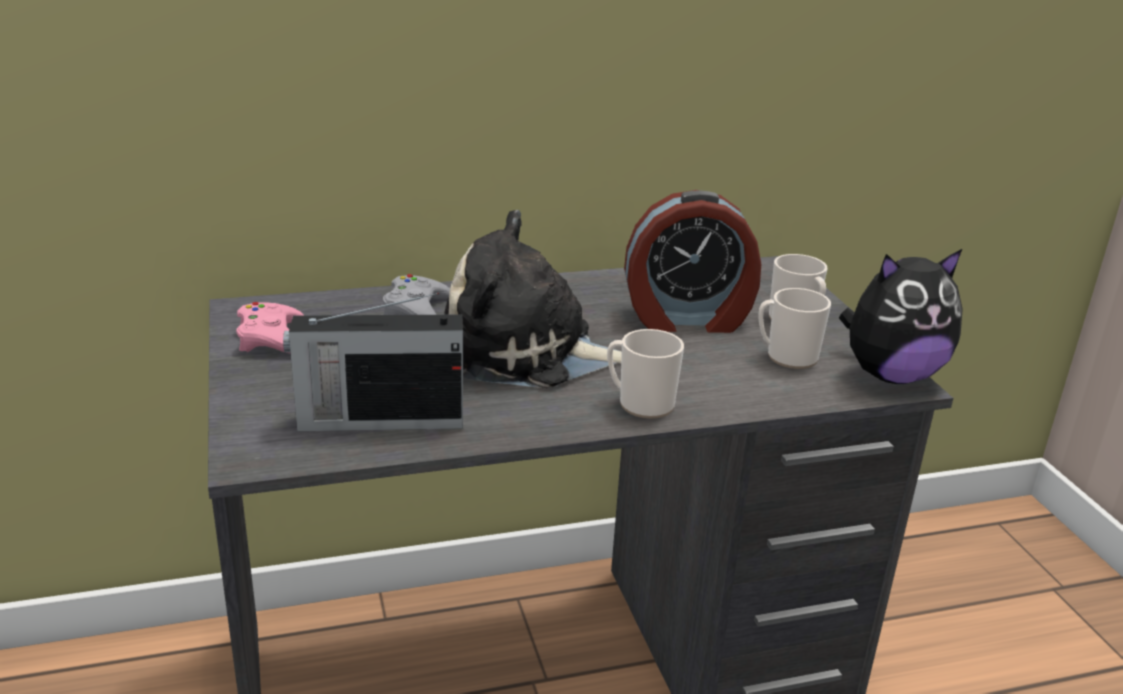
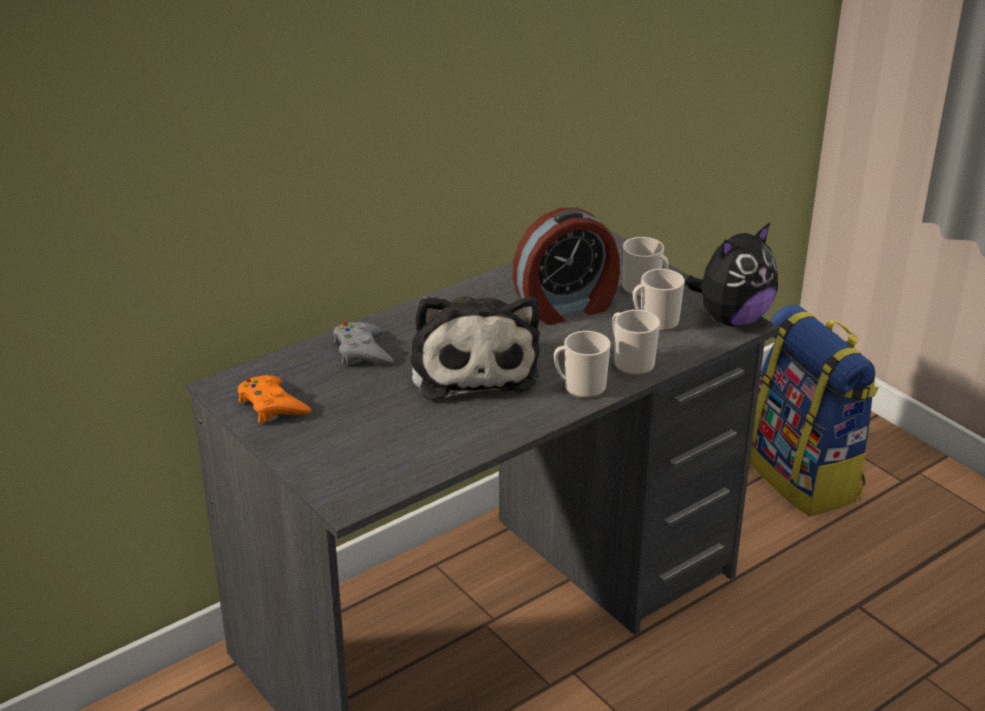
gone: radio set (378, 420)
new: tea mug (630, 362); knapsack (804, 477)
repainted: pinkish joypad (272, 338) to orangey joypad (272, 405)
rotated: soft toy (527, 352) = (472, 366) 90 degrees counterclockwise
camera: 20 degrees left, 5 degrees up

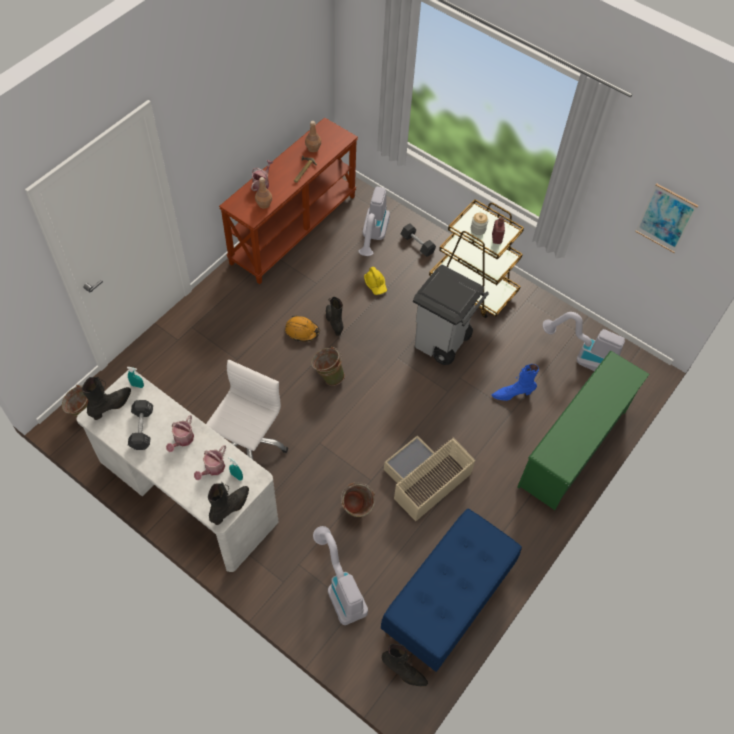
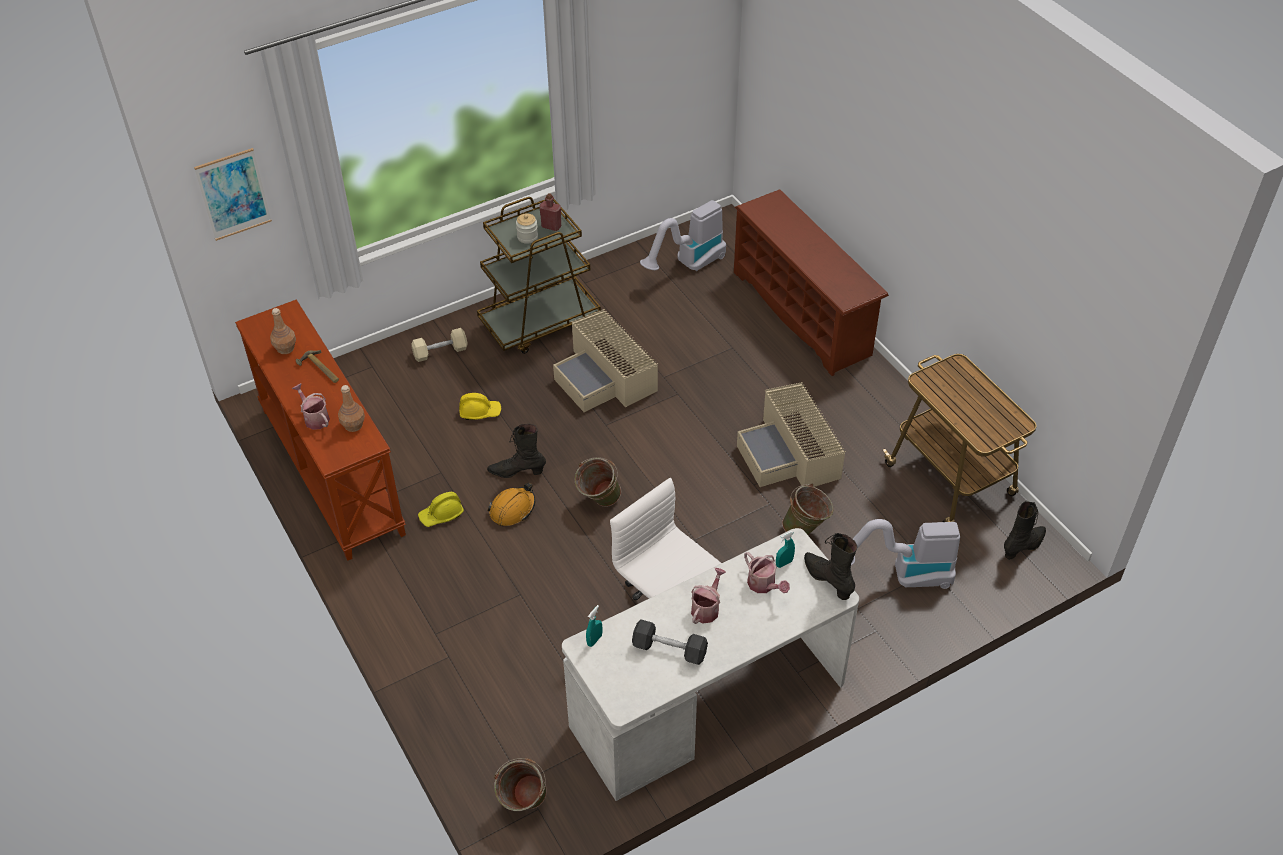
gone: black tall boot (112, 406); vacuum (373, 238); blue tall boot (512, 394)
new: yellowish work helmet (441, 515)
shifted: wall picture (665, 218) to (233, 194)
swapped: greyish waste bin (442, 343) to beige storage bin (606, 377); blue indoor bench (447, 602) to trolley (951, 482)
repainted: black dumbbell (417, 244) to beige dumbbell (440, 352); green shoe rack (574, 449) to brownish shoe rack (803, 313)
rotated: sprinkling can (182, 440) = (707, 608) 105 degrees counterclockwise
camera: 65 degrees left, 10 degrees down

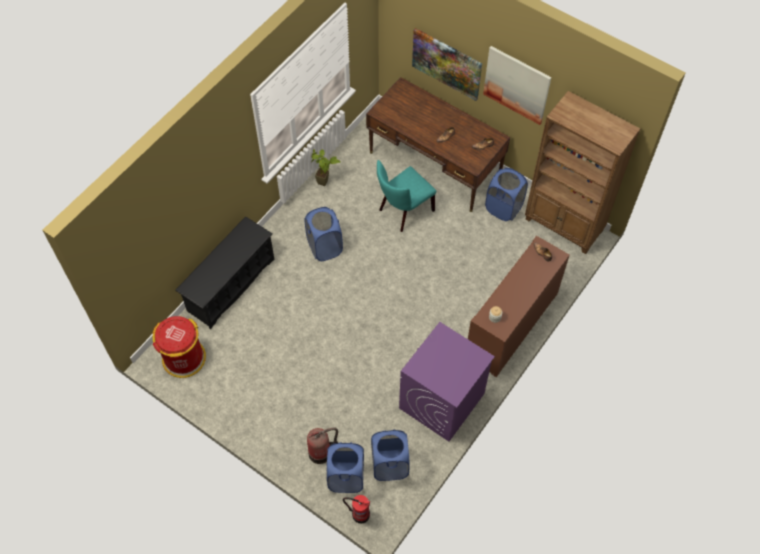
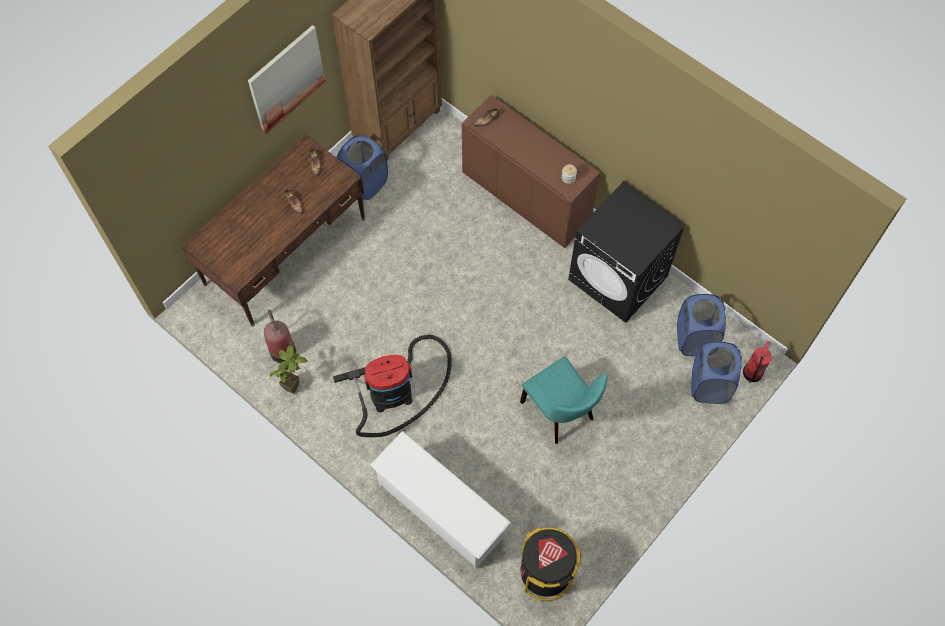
gone: wall picture (446, 63)
shifted: extinguisher (321, 452) to (282, 349); turquoise plain chair (403, 211) to (560, 413)
swapped: blue laundry basket (324, 247) to vacuum (395, 391)
repainted: black shoe rack (230, 285) to white shoe rack (441, 511); red waste bin (184, 358) to black waste bin (546, 572); purplish washing machine (441, 401) to black washing machine (618, 278)
camera: 85 degrees left, 5 degrees up

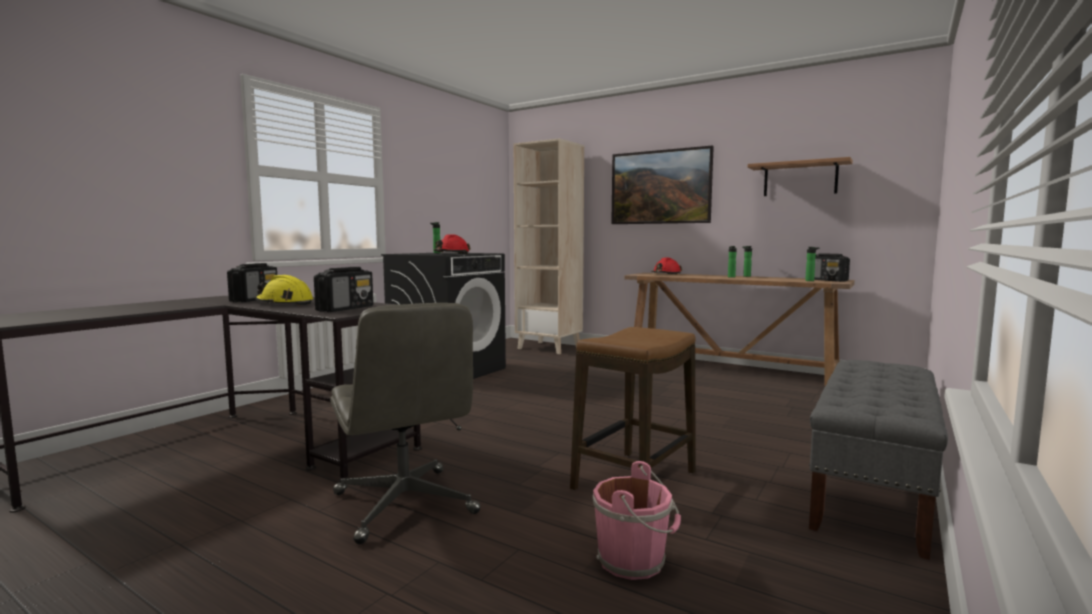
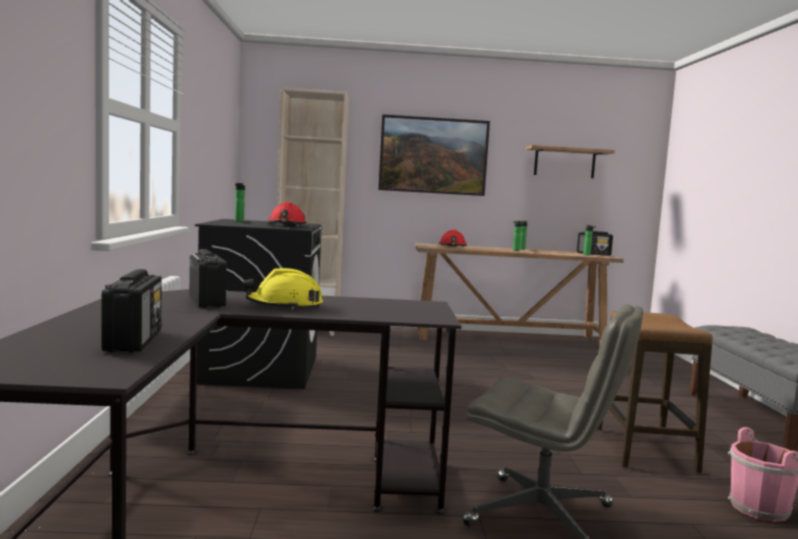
shifted: radio set (346, 308) to (134, 341)
camera: 35 degrees left, 0 degrees up

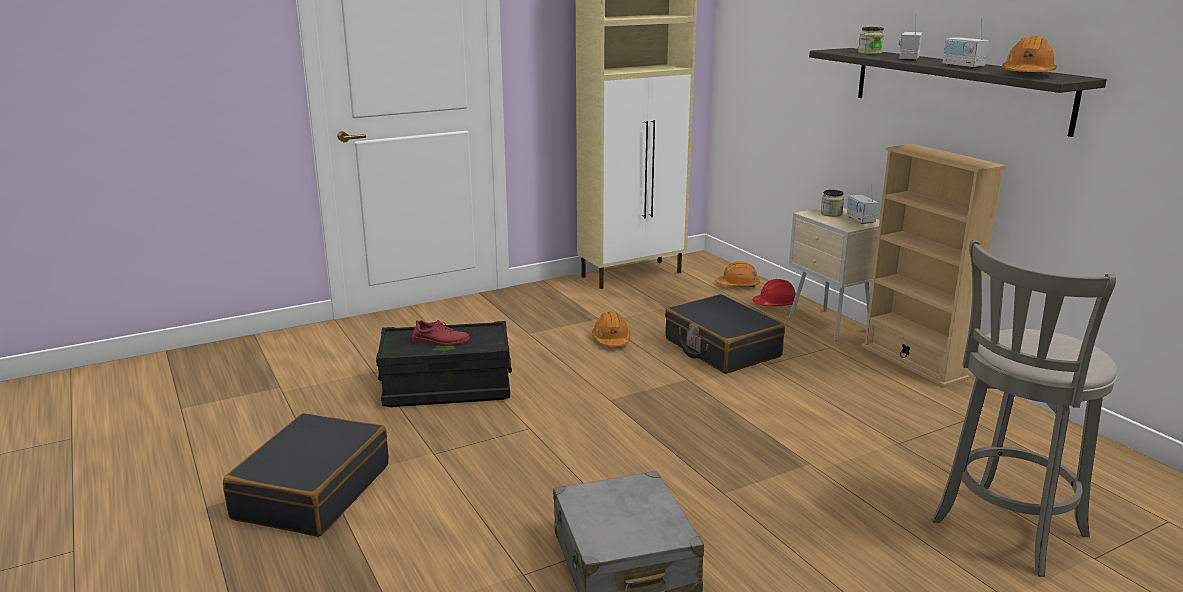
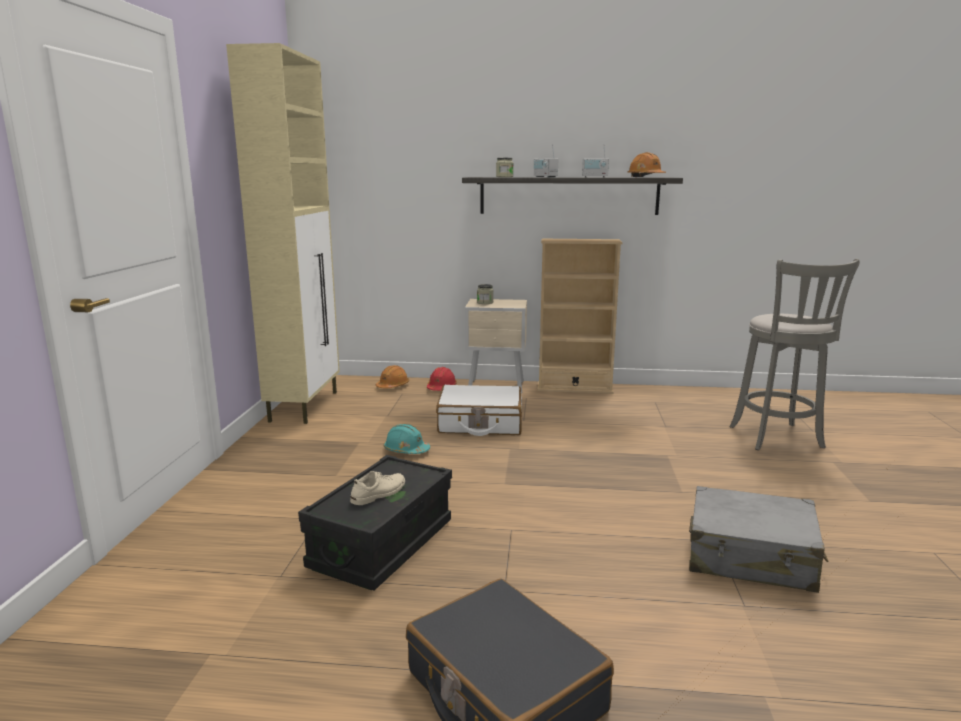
gone: radio set (860, 220)
repainted: red low shoe (440, 341) to beige low shoe (379, 493); orangey work helmet (611, 340) to turquoise work helmet (406, 450); black piece of luggage (721, 348) to white piece of luggage (480, 423)
camera: 55 degrees left, 5 degrees down

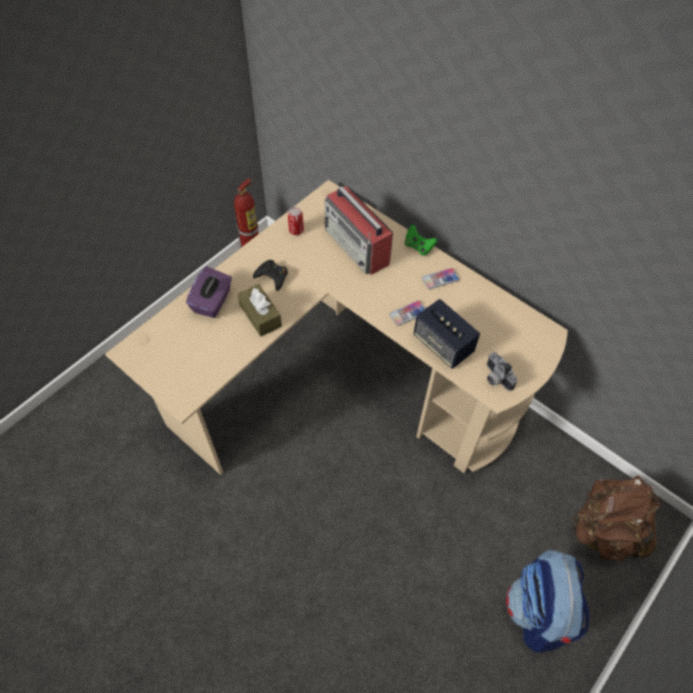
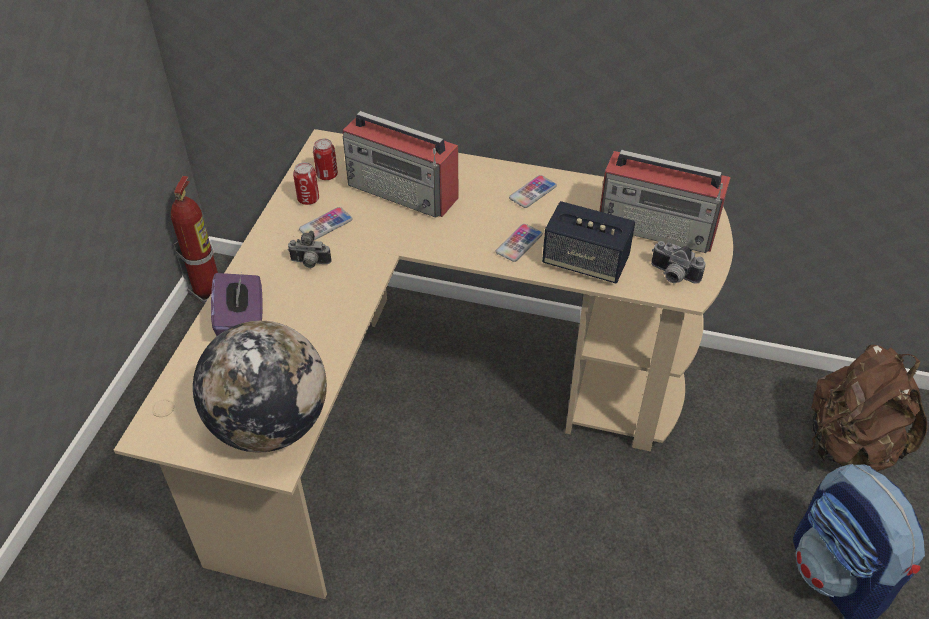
gone: brownish tissue holder (260, 316); green joypad (418, 247)
new: desk globe (270, 424); handset (326, 225); sealed can (327, 175); radio set (658, 228)
swapped: black joypad (272, 277) to still camera (310, 263)
camera: 25 degrees left, 10 degrees down

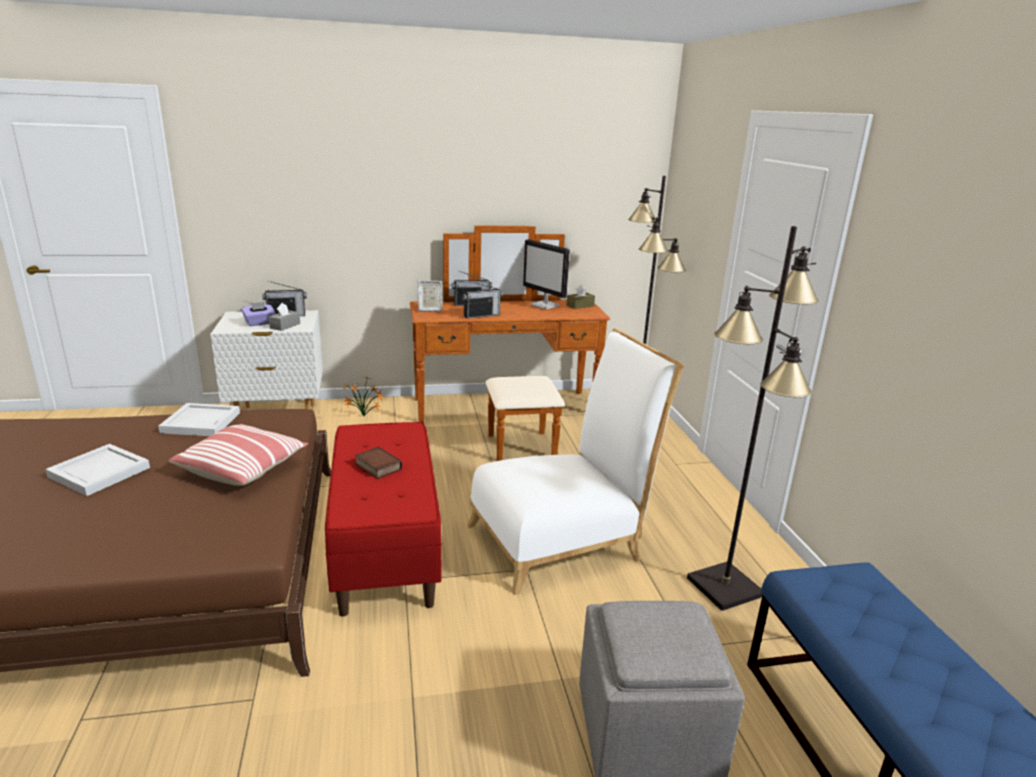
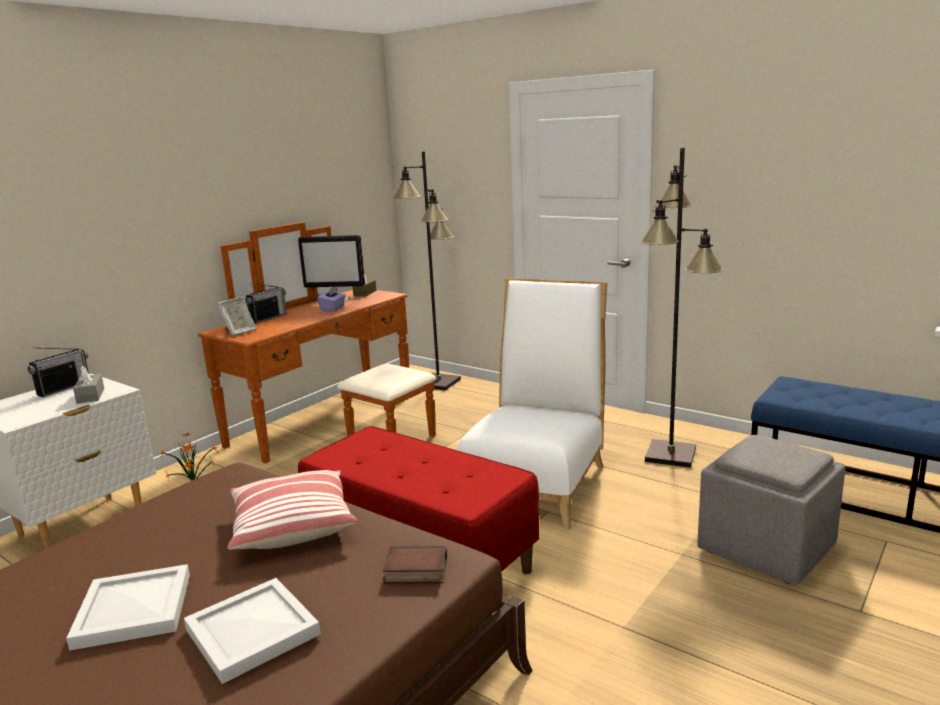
gone: radio set (481, 315)
shifted: white tray (199, 423) to (251, 633); purplish tissue holder (260, 323) to (333, 309); bound book (376, 467) to (415, 572)
camera: 40 degrees left, 5 degrees down

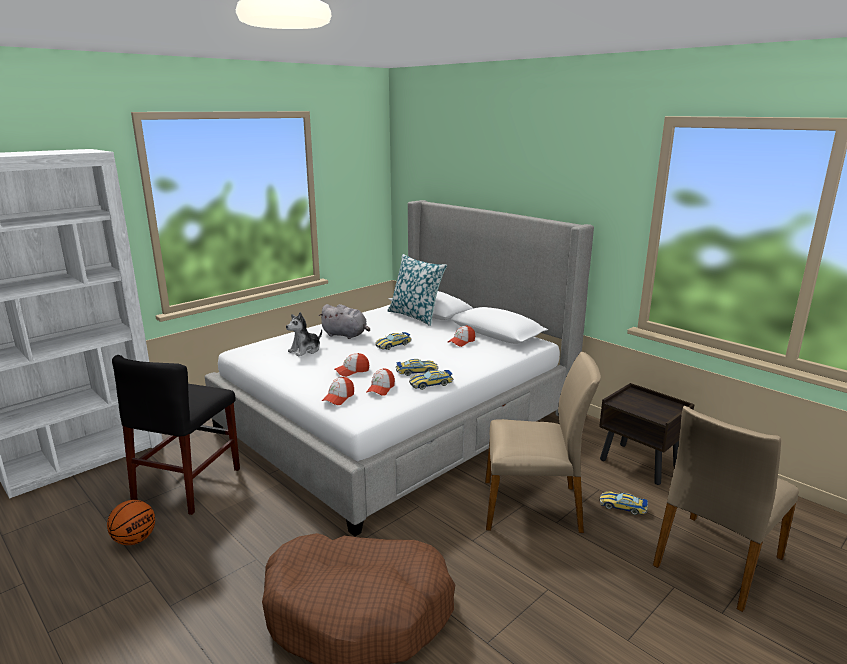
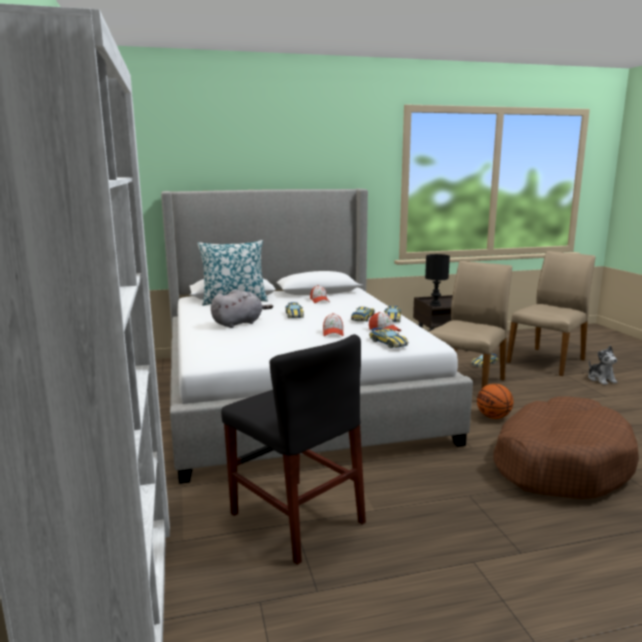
new: black table lamp (435, 305)
shifted: basketball ball (134, 540) to (493, 417); soft toy (305, 350) to (601, 379)
swapped: baseball cap (338, 398) to toy car (388, 343)
rotated: beige plain chair (715, 561) = (547, 361) 120 degrees counterclockwise
camera: 60 degrees left, 5 degrees down

